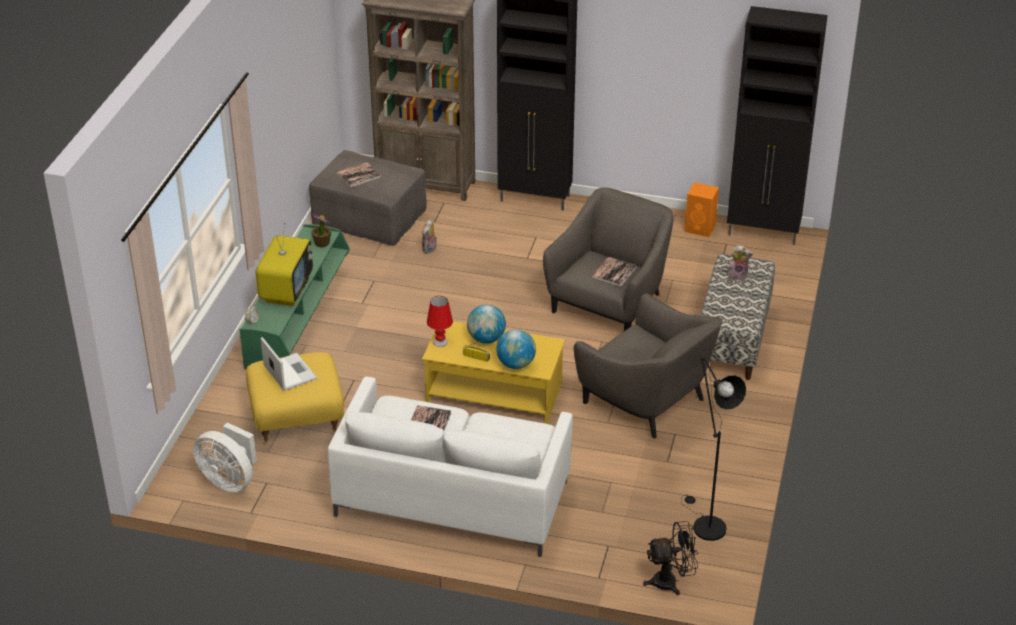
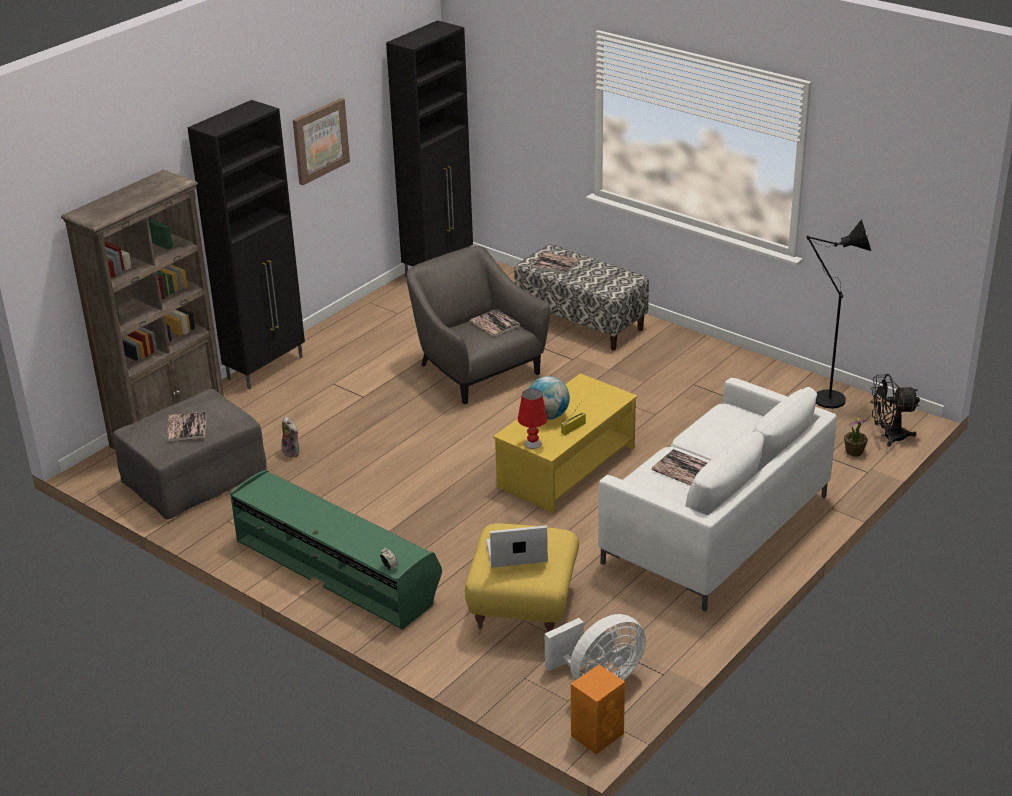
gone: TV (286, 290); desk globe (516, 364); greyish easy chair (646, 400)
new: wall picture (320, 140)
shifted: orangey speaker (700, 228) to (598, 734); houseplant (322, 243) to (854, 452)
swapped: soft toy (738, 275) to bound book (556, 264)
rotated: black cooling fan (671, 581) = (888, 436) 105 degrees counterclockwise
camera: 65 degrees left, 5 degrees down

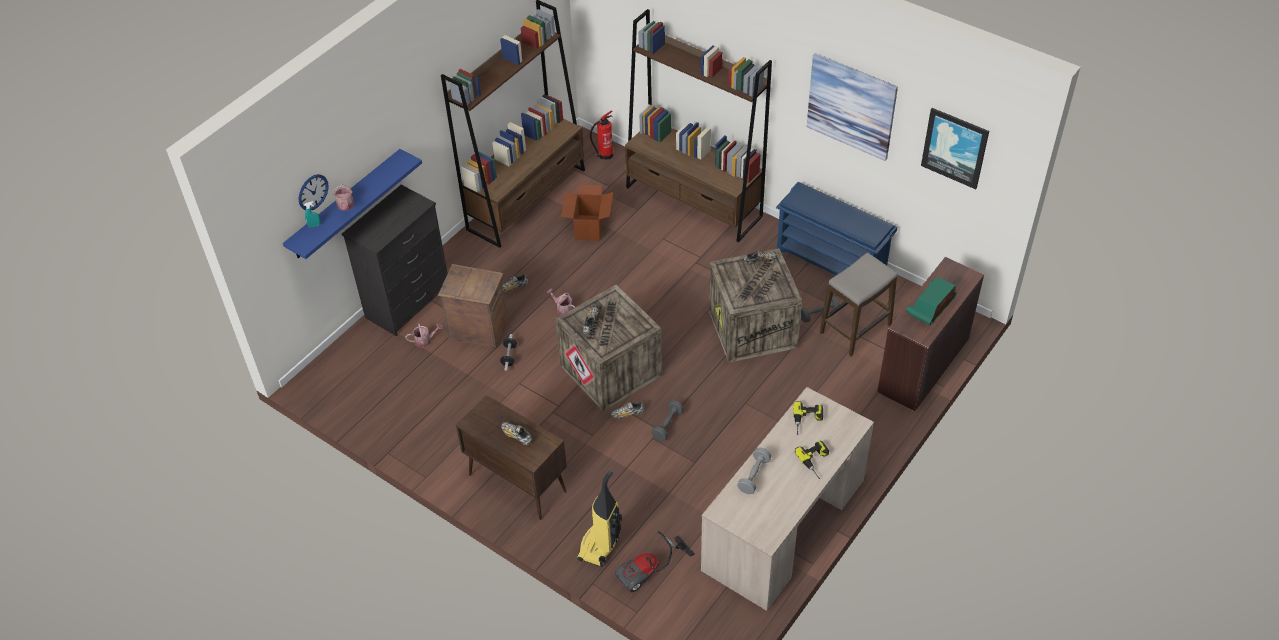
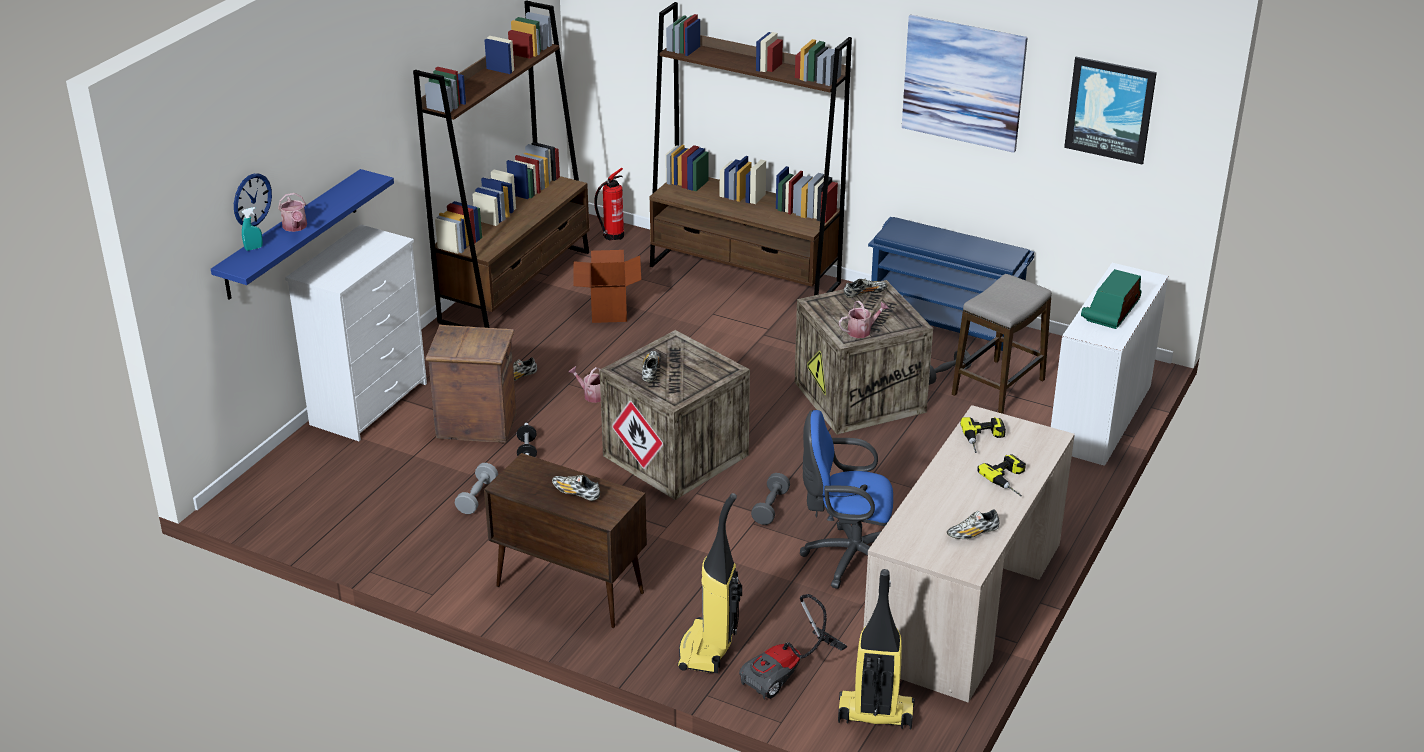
new: blue desk chair (847, 558); vacuum (874, 714)
shifted: greyish dumbbell (754, 476) to (477, 497); sprinkling can (425, 340) to (862, 331); low shoe (627, 414) to (972, 534)
repainted: black chest of drawers (409, 302) to white chest of drawers (370, 403); brownish desk table (922, 365) to white desk table (1098, 417)
camera: 10 degrees left, 15 degrees down

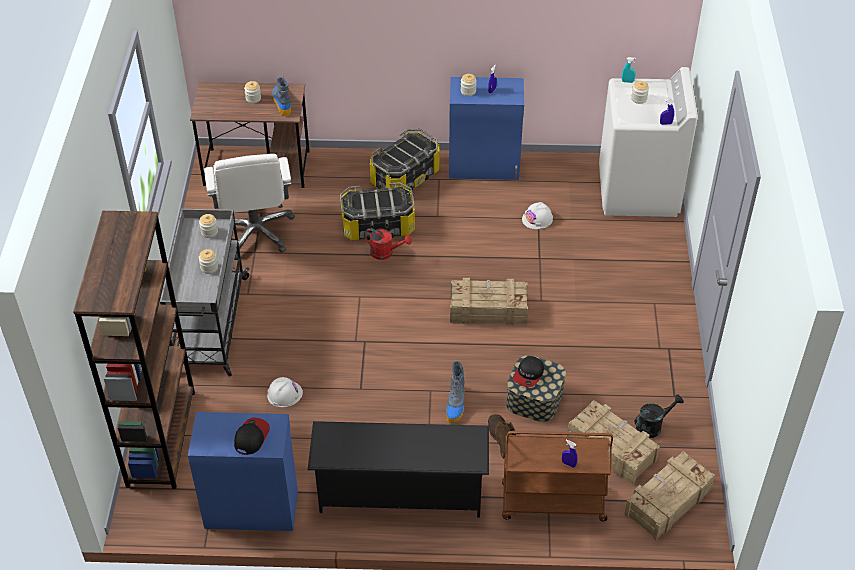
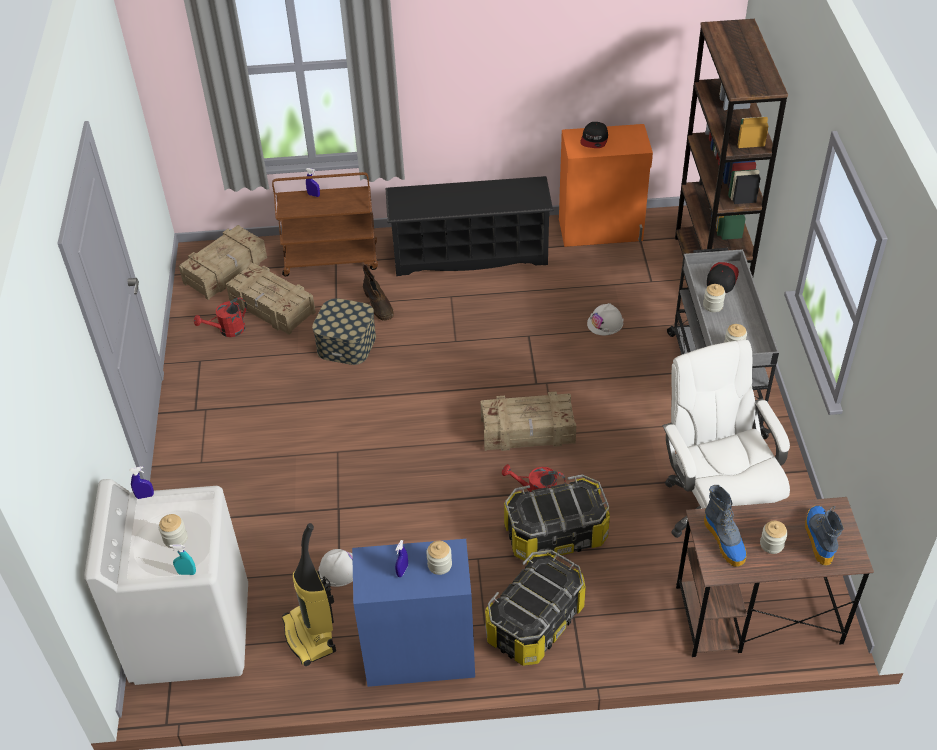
new: vacuum (311, 635)
shifted: packing crate (487, 309) to (528, 431); baseball cap (528, 374) to (721, 279); tall boot (456, 404) to (819, 537)
repainted: black sprinkling can (653, 426) to red sprinkling can (227, 330); blue cabinet (251, 508) to orangey cabinet (601, 230)
camera: 175 degrees right, 0 degrees up

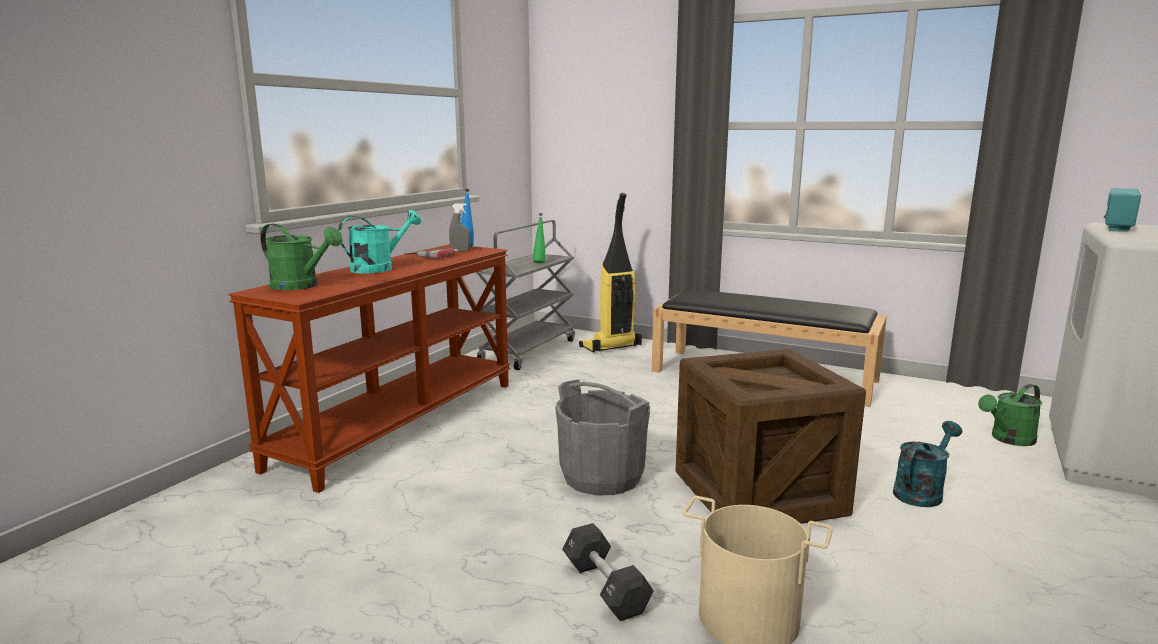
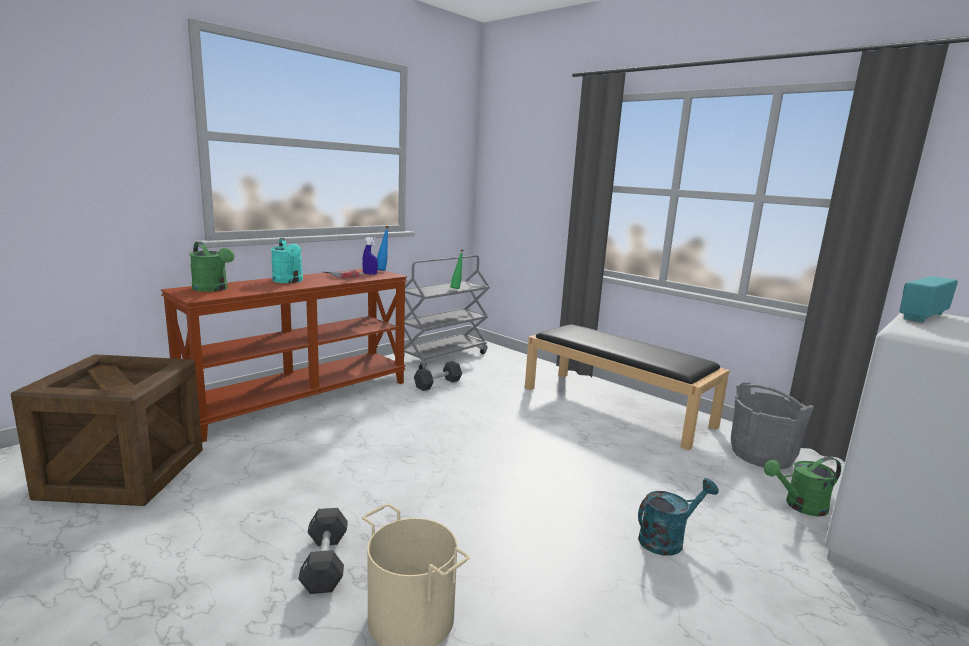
gone: vacuum (610, 347)
new: black dumbbell (438, 384)
shifted: packing crate (758, 493) to (124, 474); greyish water bucket (602, 476) to (762, 455)
repainted: greyish hand sprayer (460, 251) to blue hand sprayer (370, 274)
rotated: turquoise sprinkling can (379, 268) = (289, 281) 90 degrees clockwise
camera: 15 degrees right, 0 degrees up

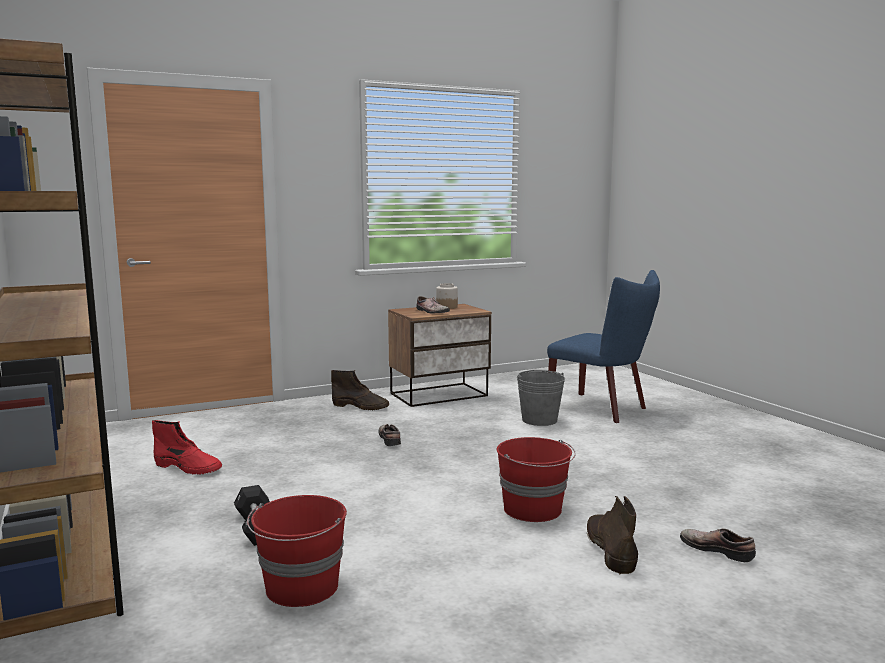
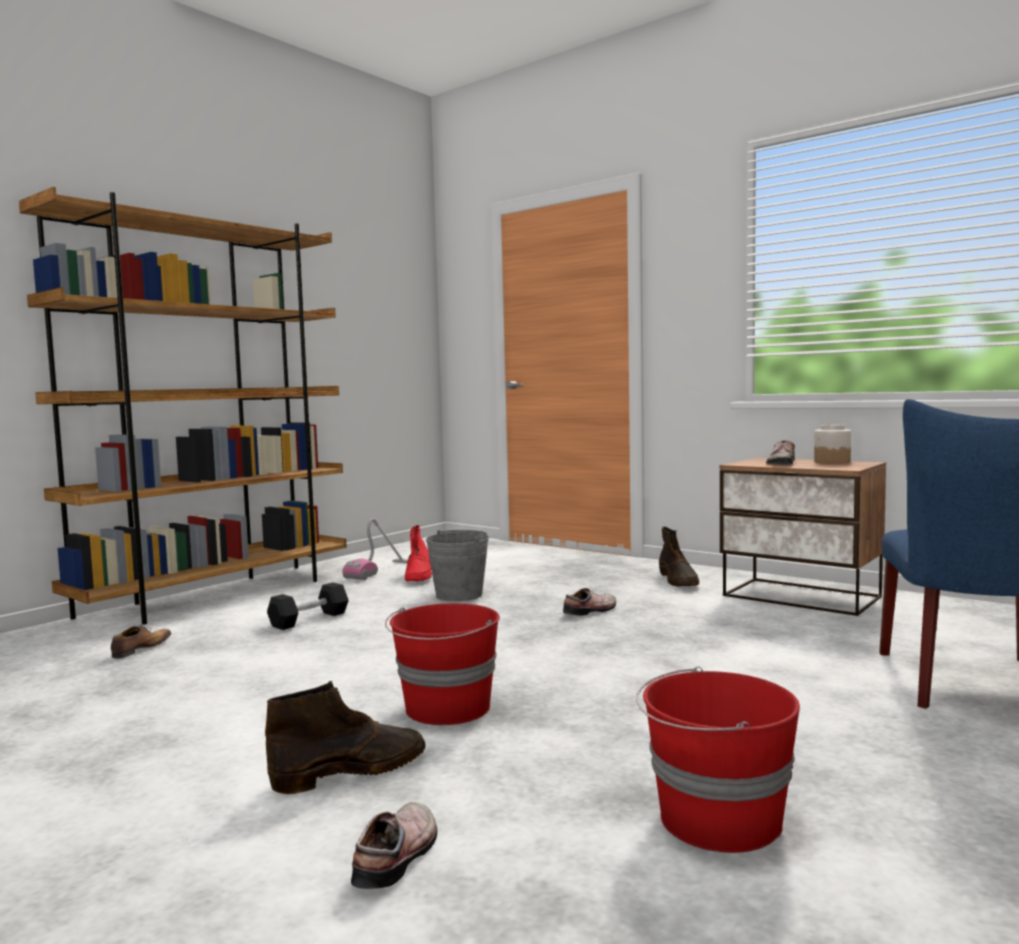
new: low shoe (140, 649); vacuum (379, 570)
shifted: greyish water bucket (539, 420) to (459, 595); red water bucket (301, 588) to (716, 820)
camera: 65 degrees right, 5 degrees down

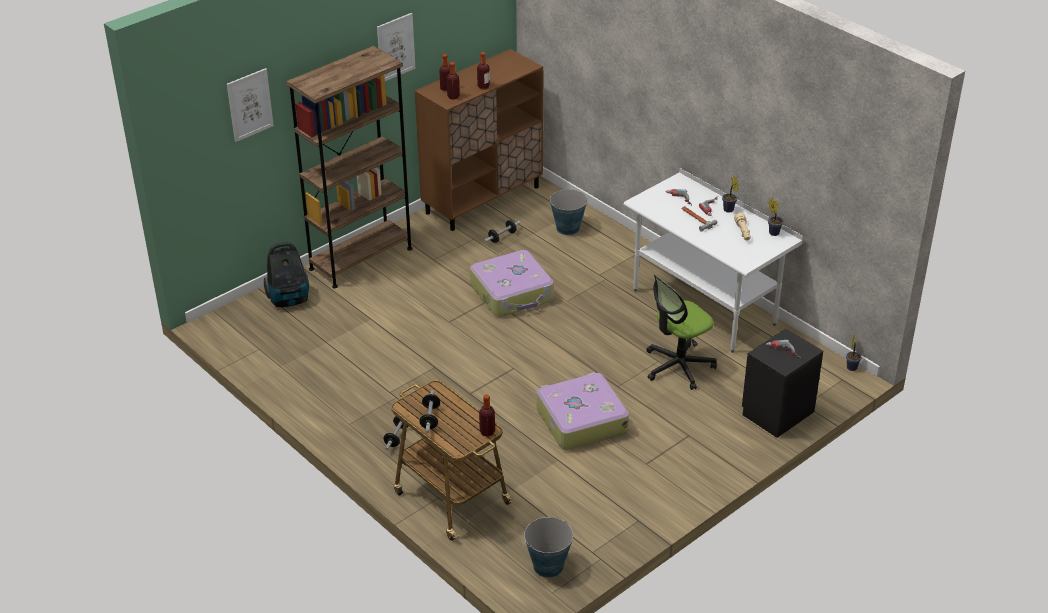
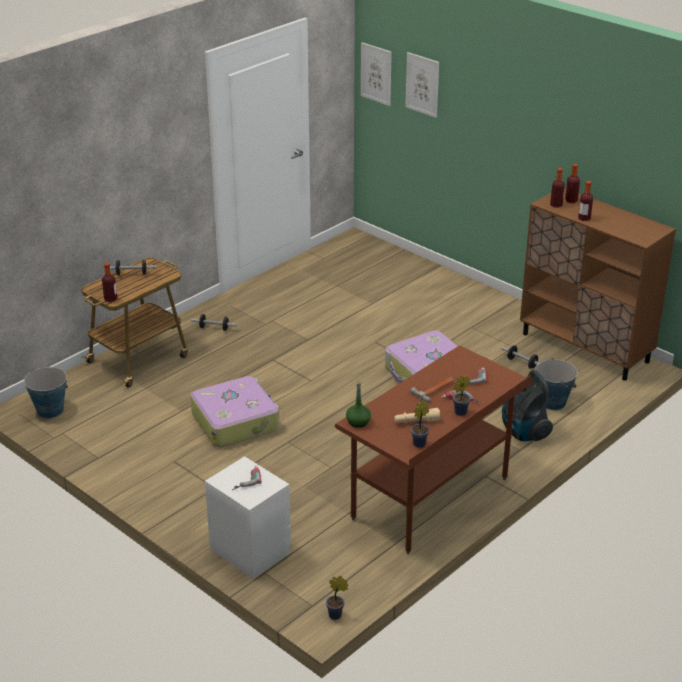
gone: brownish bookcase (361, 259); desk chair (678, 366)
new: green bottle (358, 422)
shifted: wall picture (395, 47) to (376, 74); vacuum (289, 300) to (523, 432)
repainted: black nightstand (777, 413) to white nightstand (250, 551); white desk table (704, 307) to brownish desk table (431, 499)
camera: 85 degrees right, 5 degrees down

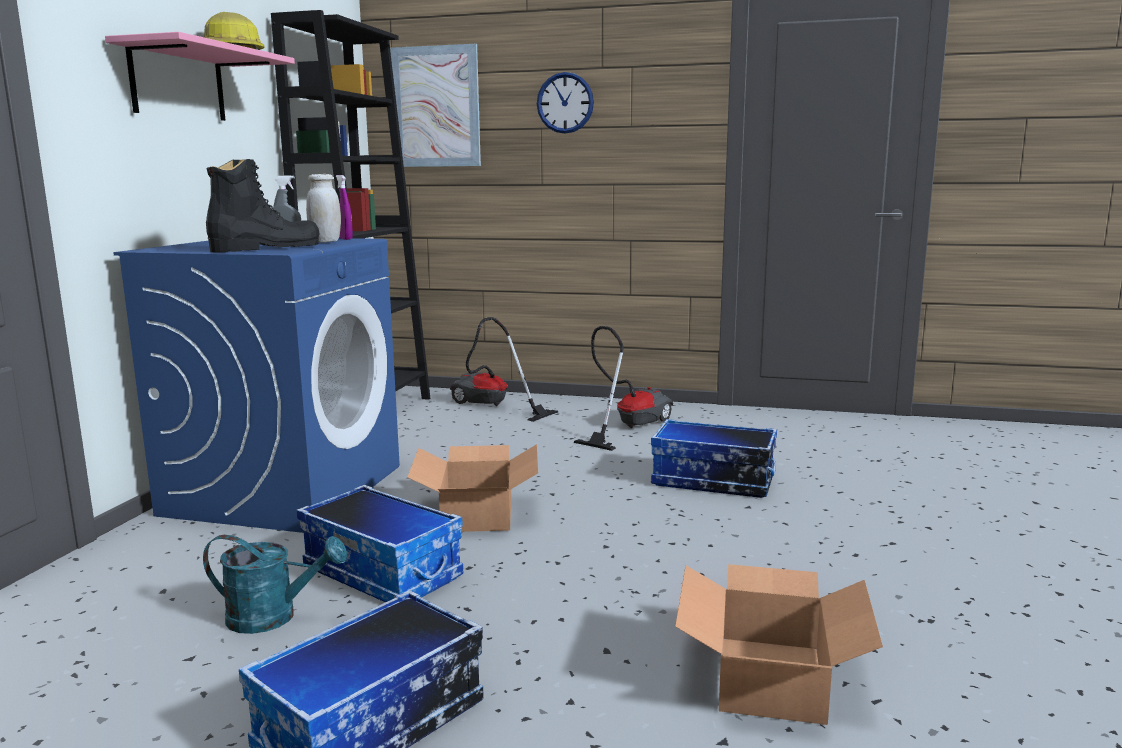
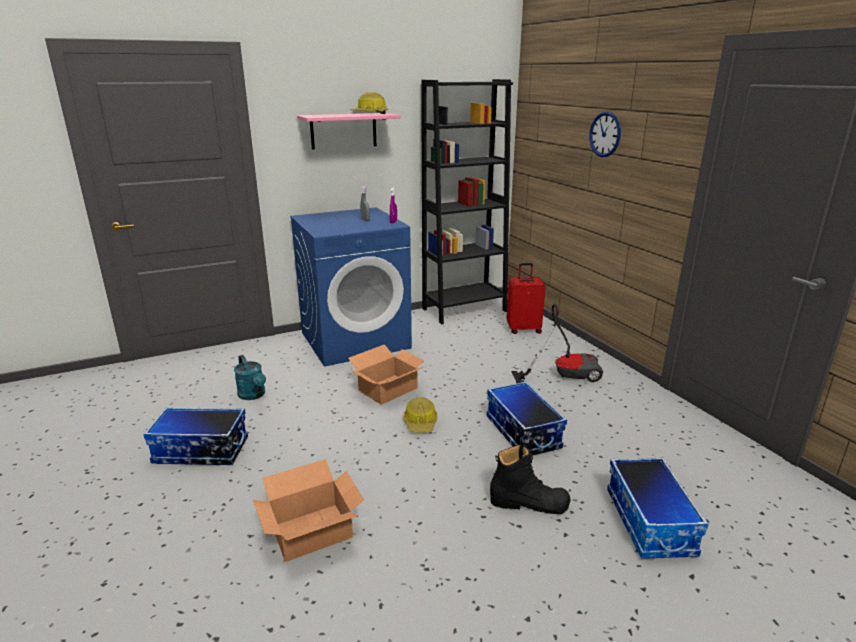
gone: white jar (326, 241); wall picture (436, 107)
new: work helmet (420, 422)
shifted: black tall boot (266, 248) to (529, 503); storage bin (384, 572) to (650, 523)
swapped: vacuum (491, 406) to red piece of luggage (523, 329)
camera: 50 degrees right, 10 degrees up

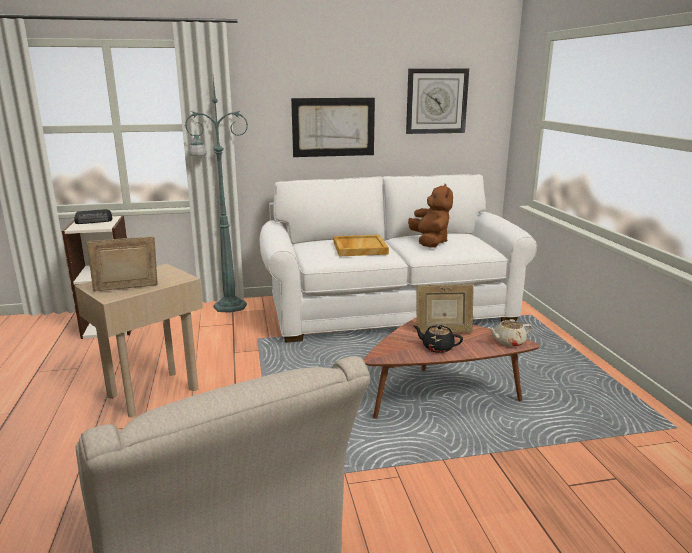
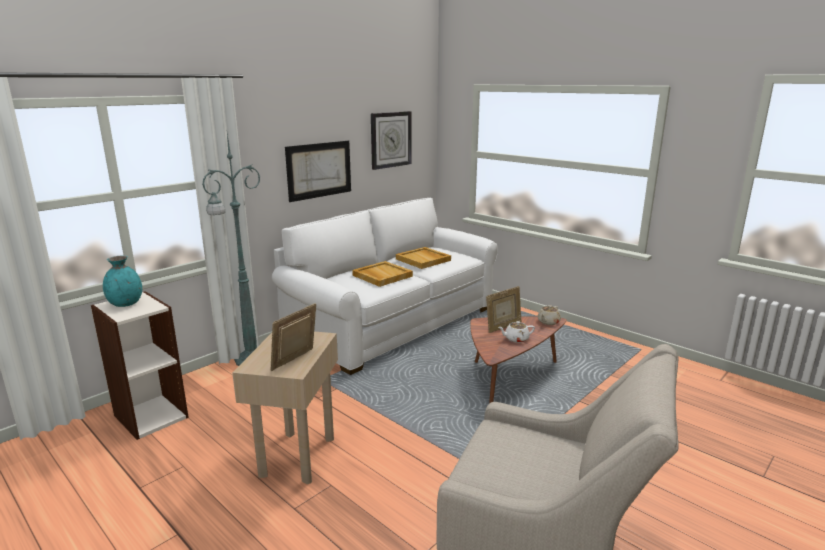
swapped: radio set (94, 220) to turquoise vase (126, 304); brownish soft toy (430, 242) to beige tray (423, 260)
repainted: black pot for tea (437, 347) to white pot for tea (516, 339)
camera: 35 degrees left, 0 degrees up

